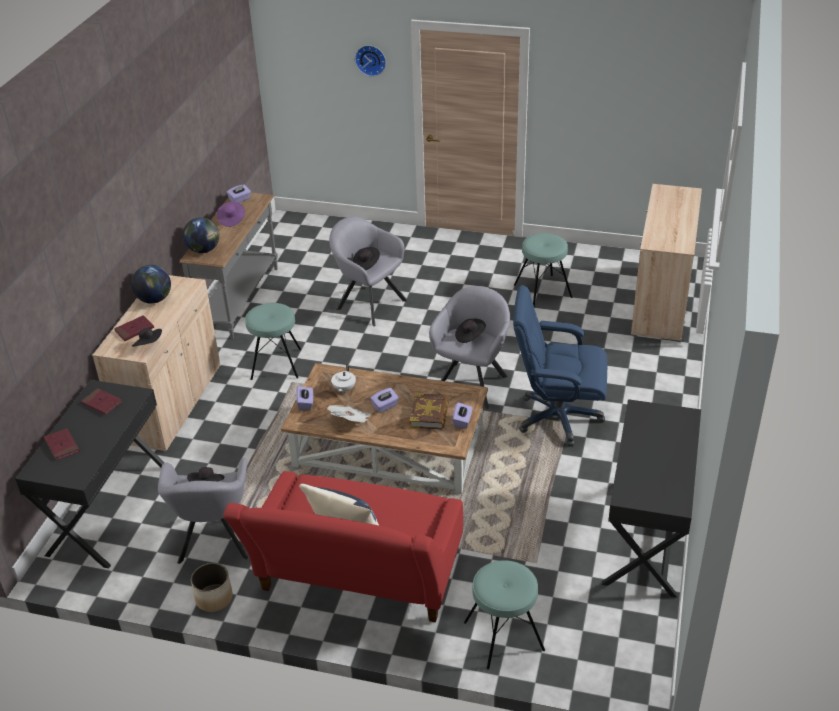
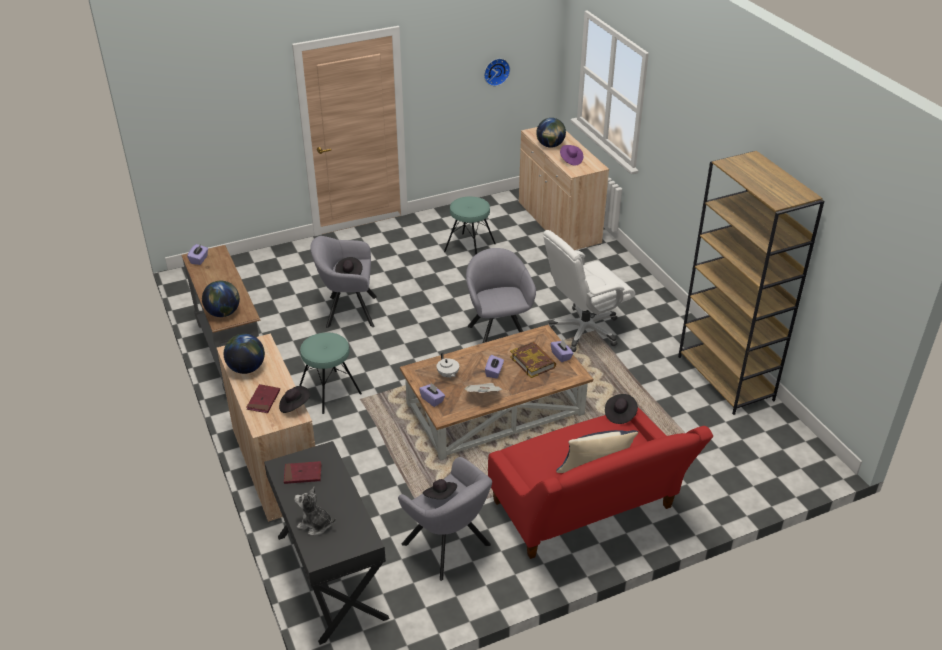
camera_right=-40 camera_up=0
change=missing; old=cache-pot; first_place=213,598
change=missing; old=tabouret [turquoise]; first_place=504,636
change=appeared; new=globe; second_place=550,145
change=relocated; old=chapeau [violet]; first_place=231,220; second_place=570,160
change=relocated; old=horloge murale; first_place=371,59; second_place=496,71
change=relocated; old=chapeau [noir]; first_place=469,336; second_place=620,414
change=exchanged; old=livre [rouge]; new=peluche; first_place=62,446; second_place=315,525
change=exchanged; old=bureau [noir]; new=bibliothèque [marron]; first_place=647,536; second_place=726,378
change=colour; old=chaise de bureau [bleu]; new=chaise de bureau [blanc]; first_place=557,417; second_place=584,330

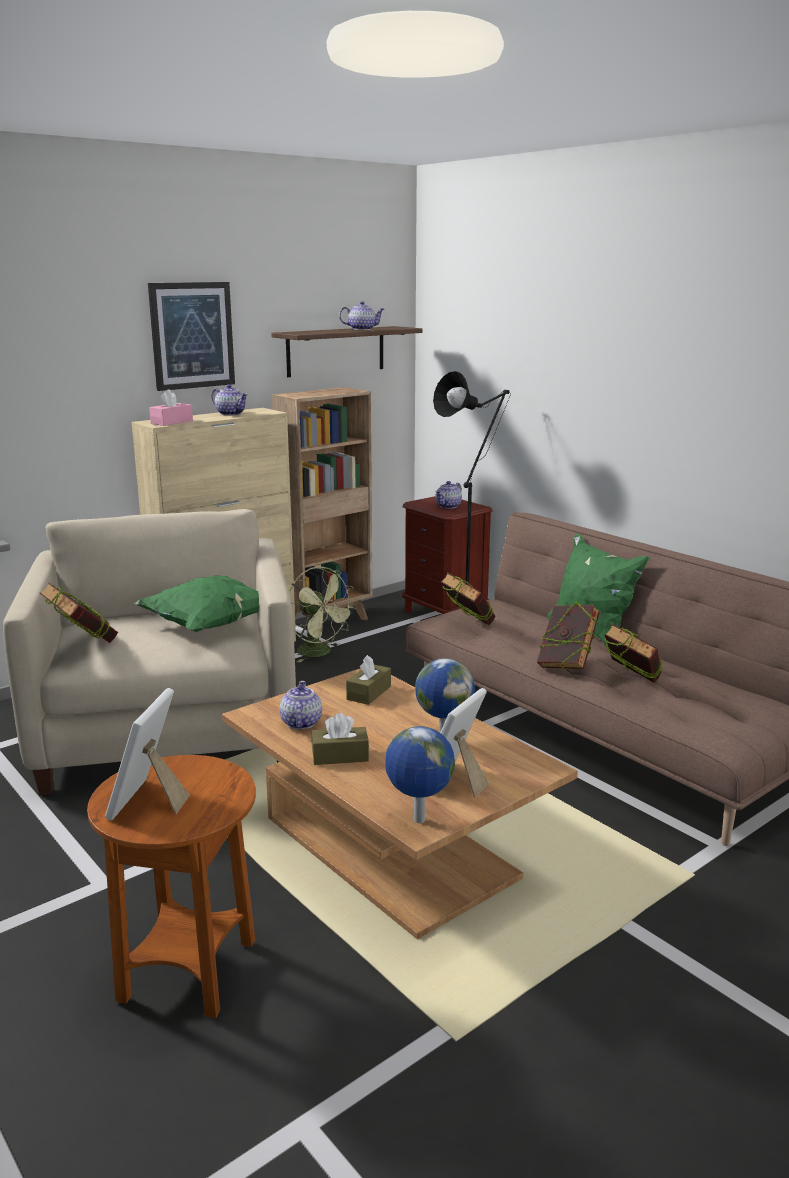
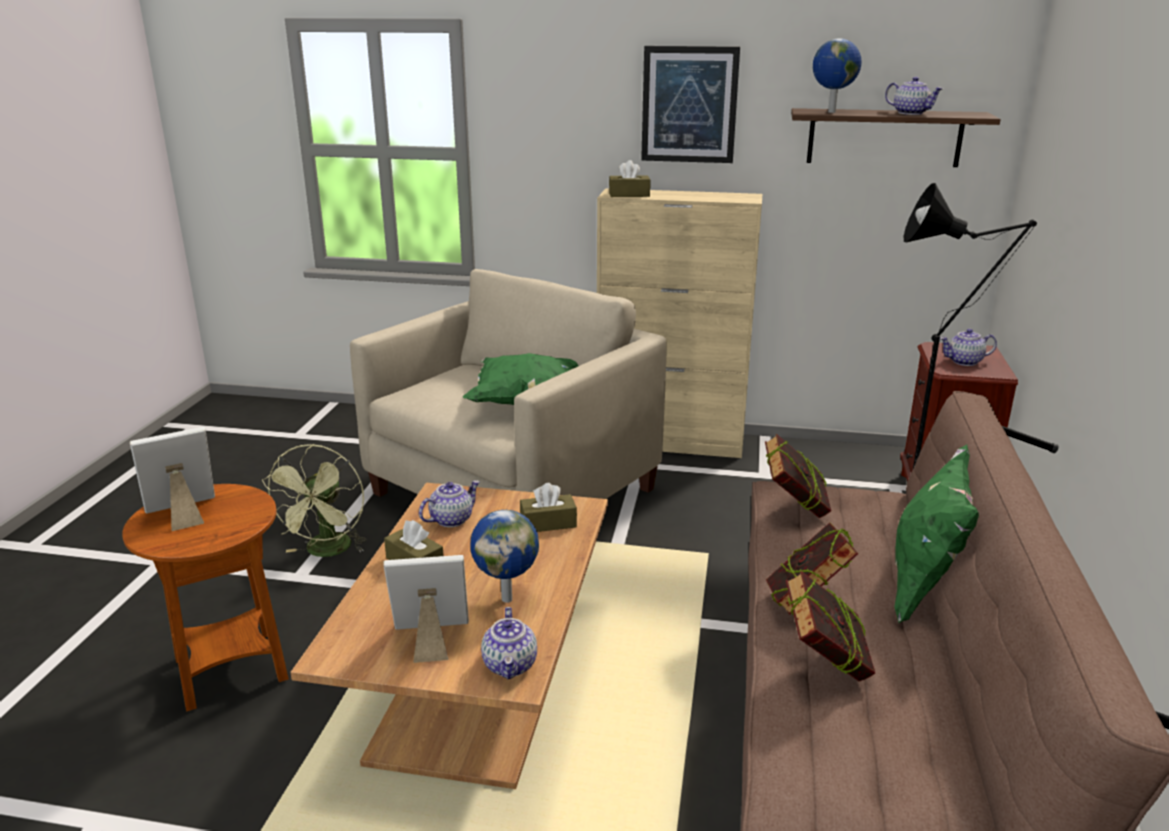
camera_right=50 camera_up=5
change=missing; old=livre; first_place=83,645
change=missing; old=bibliothèque [marron]; first_place=328,621
change=relocated; old=théière; first_place=231,414; second_place=511,665
change=relocated; old=ventilateur [vert]; first_place=320,653; second_place=327,552
change=relocated; old=globe; first_place=418,820; second_place=830,112
change=colour; old=boîte à mouchoirs [rose]; new=boîte à mouchoirs [marron]; first_place=172,422; second_place=629,195

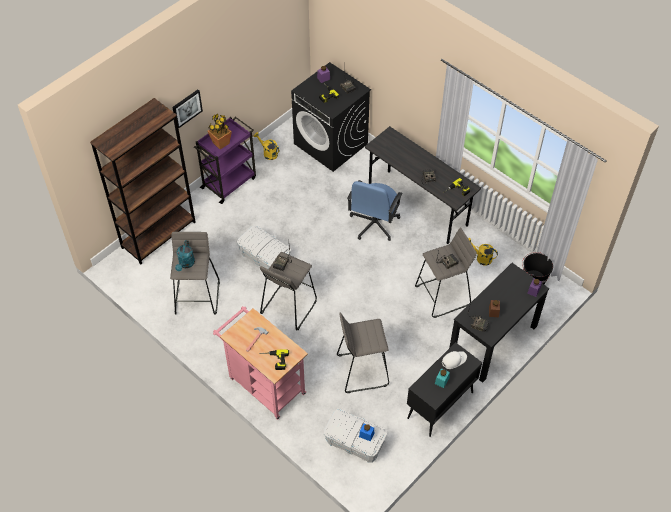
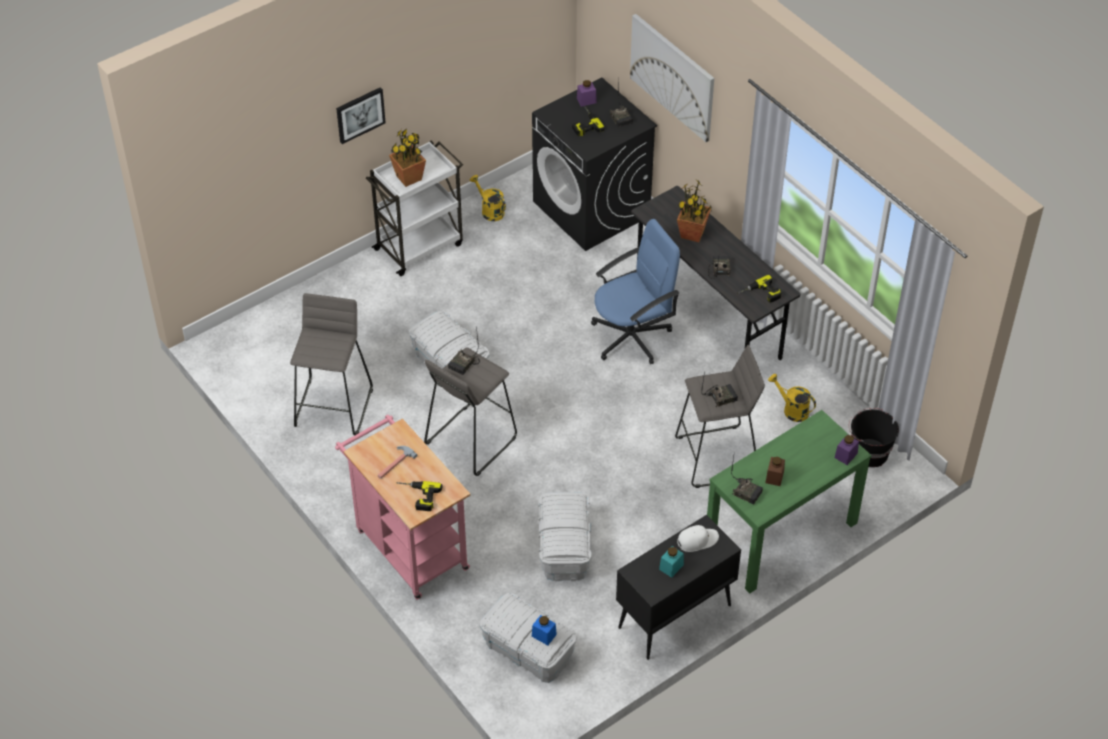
camera_right=10 camera_up=-5
change=missing; old=bibliothèque [marron]; first_place=158,234
change=missing; old=arrosoir [turquoise]; first_place=186,264
change=appeared; new=tableau; second_place=672,77
change=appeared; new=plante en pot; second_place=693,233
change=exchanged; old=tabouret [gris]; new=boîte de rangement [blanc]; first_place=362,370; second_place=564,548
change=colour; old=chariot [violet]; new=chariot [blanc]; first_place=229,182; second_place=420,246
change=colour; old=table console [noir]; new=table console [vert]; first_place=492,341; second_place=780,535
change=spun; old=chaise de bureau [bleu]; first_place=374,224; second_place=632,336; degrees=-150

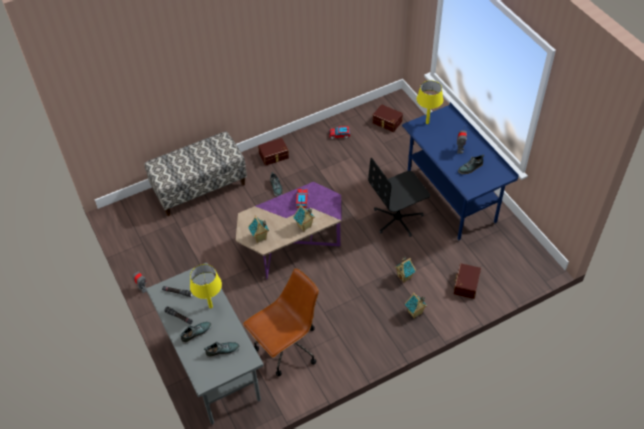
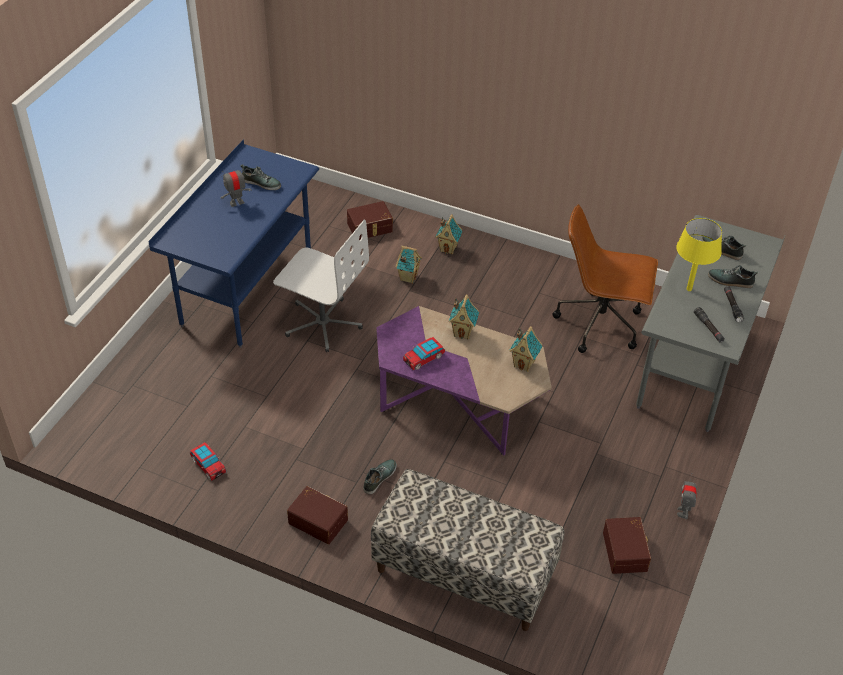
camera_right=-130 camera_up=-5
change=missing; old=lampe de table [jaune]; first_place=427,122
change=relocated; old=boîte de rangement [marron]; first_place=387,122; second_place=626,551
change=colour; old=chaise de bureau [noir]; new=chaise de bureau [blanc]; first_place=398,219; second_place=323,323

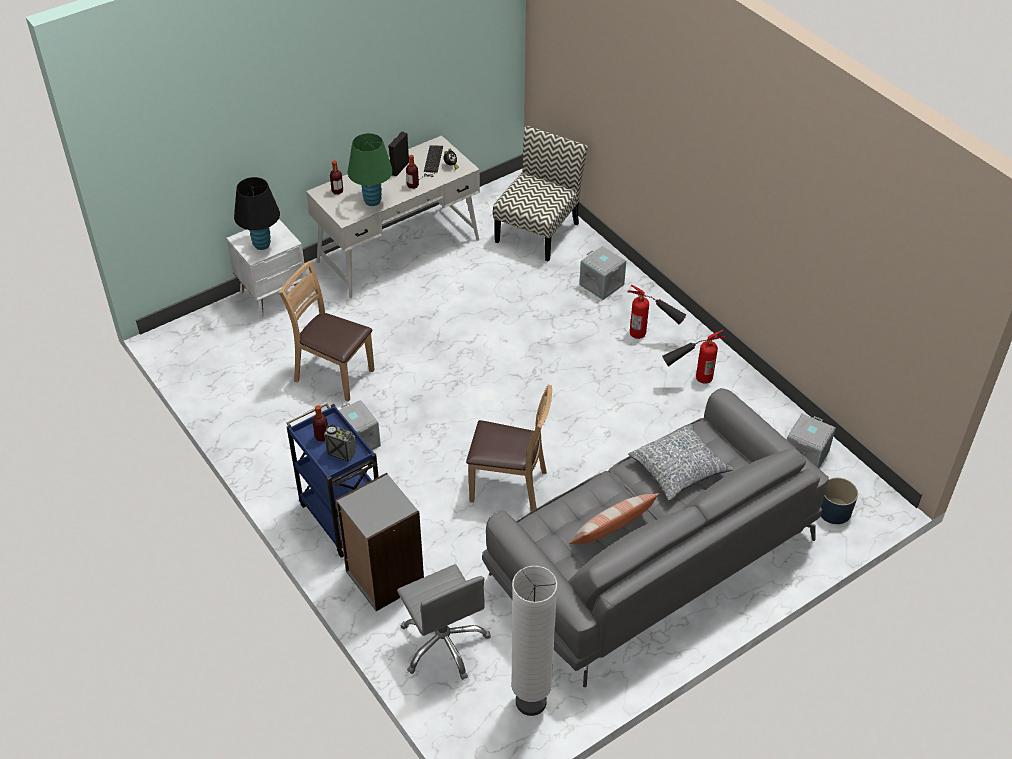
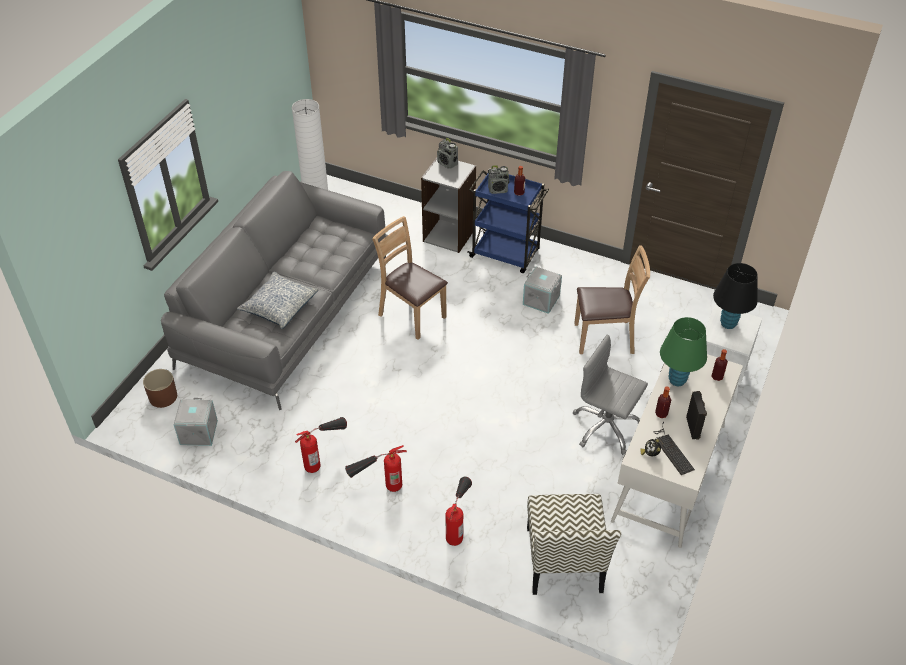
camera_right=150 camera_up=0
change=missing; old=coussin; first_place=612,530
change=appeared; new=radio; second_place=447,163
change=relocated; old=chaise de bureau [gris]; first_place=444,643; second_place=606,427
change=exchanged; old=boîte de rangement [gris]; new=extincteur; first_place=602,284; second_place=458,525
change=colour; old=cache-pot [bleu]; new=cache-pot [marron]; first_place=834,511; second_place=163,396
change=spun; old=chaise [marron]; first_place=509,487; second_place=412,315; degrees=60

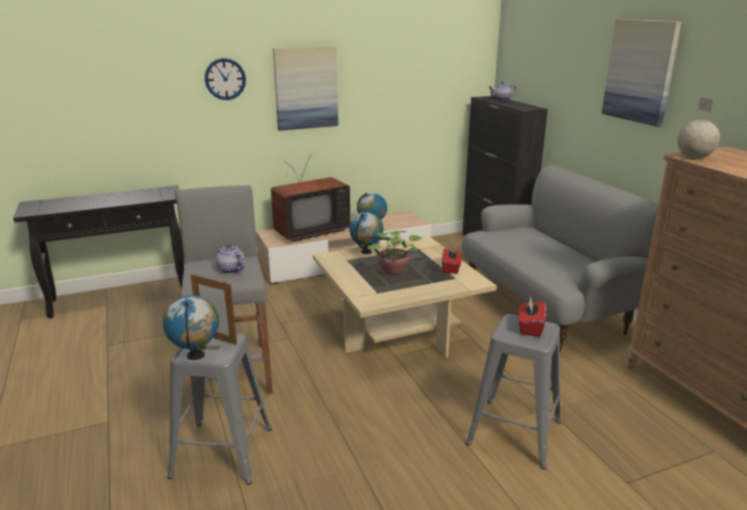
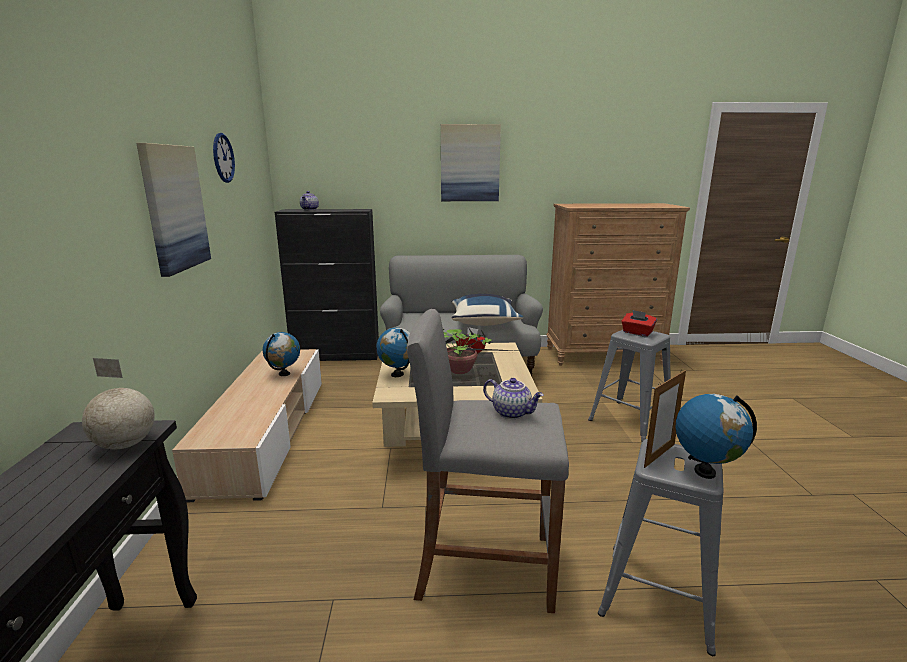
camera_right=-70 camera_up=-5
change=missing; old=téléviseur; first_place=309,231
change=appeared; new=coussin [bleu]; second_place=484,322
change=relocated; old=horloge murale; first_place=225,79; second_place=223,158
change=relocated; old=globe; first_place=694,157; second_place=125,445
change=spun; old=théière; first_place=230,270; second_place=512,413; degrees=-120

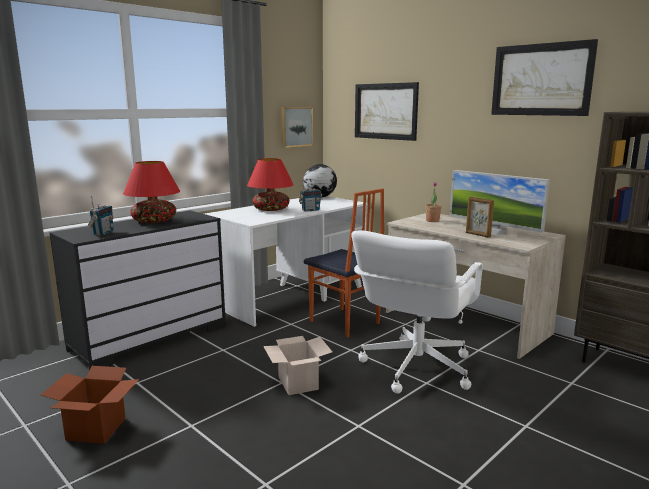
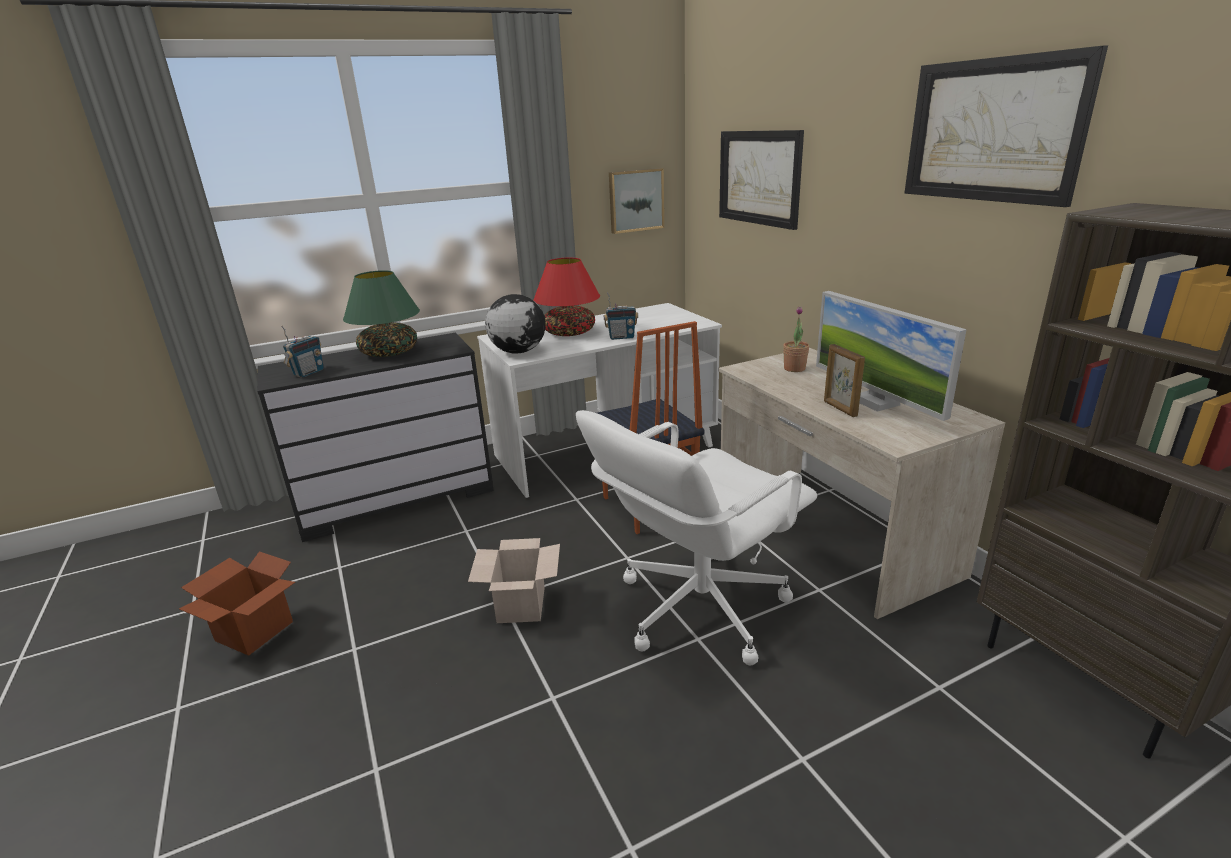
camera_right=20 camera_up=10
change=relocated; old=globe; first_place=319,197; second_place=518,352
change=colour; old=lampe de table [rouge]; new=lampe de table [vert]; first_place=154,221; second_place=389,353

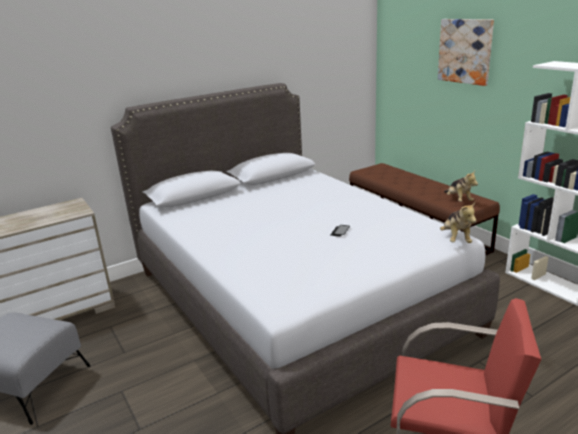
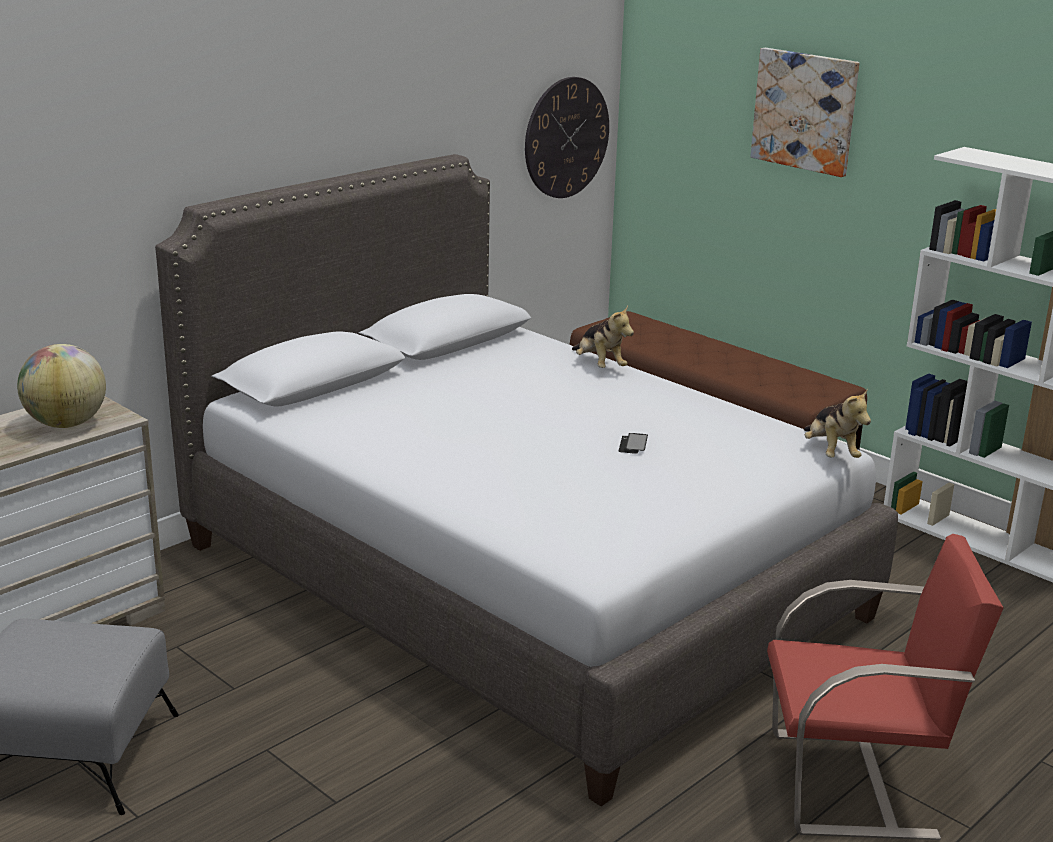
camera_right=-15 camera_up=0
change=appeared; new=globe; second_place=66,424
change=appeared; new=horloge murale; second_place=566,137
change=relocated; old=peluche; first_place=458,200; second_place=599,365

